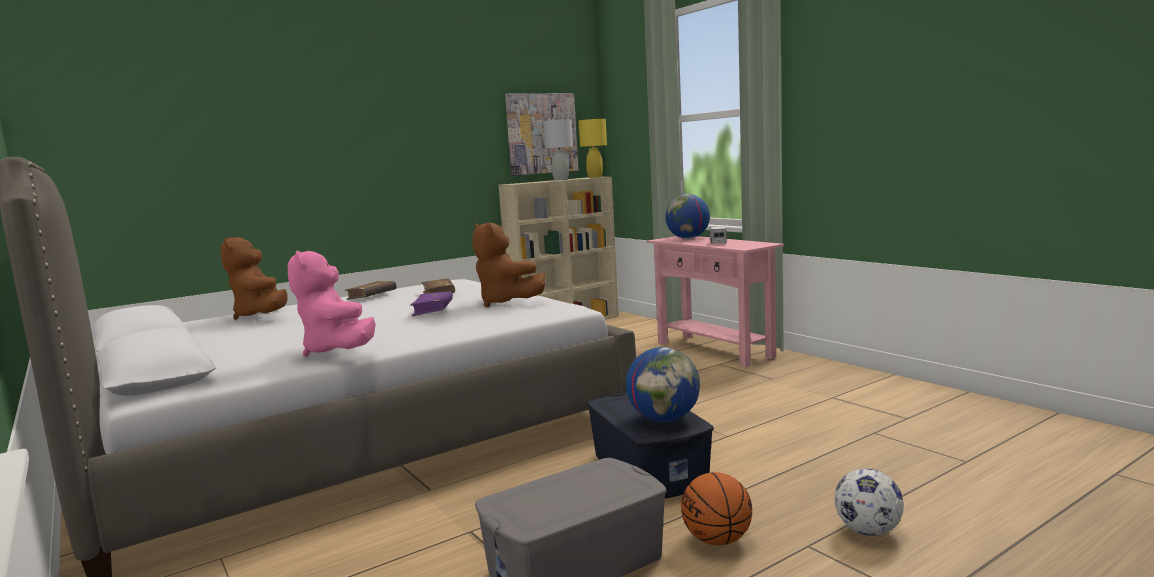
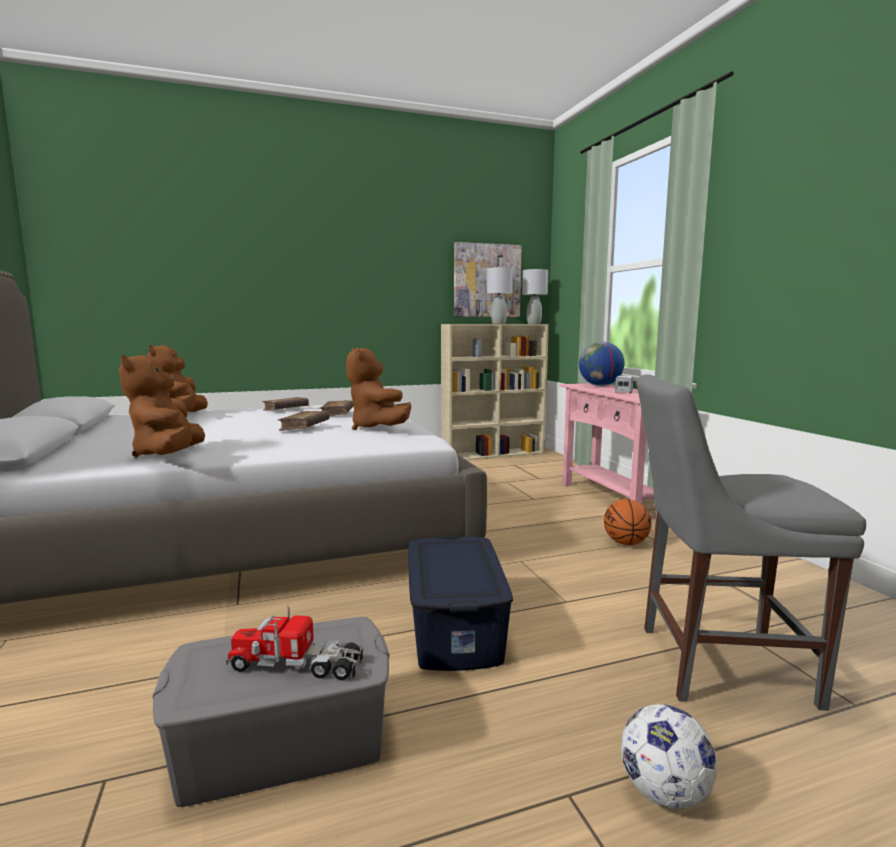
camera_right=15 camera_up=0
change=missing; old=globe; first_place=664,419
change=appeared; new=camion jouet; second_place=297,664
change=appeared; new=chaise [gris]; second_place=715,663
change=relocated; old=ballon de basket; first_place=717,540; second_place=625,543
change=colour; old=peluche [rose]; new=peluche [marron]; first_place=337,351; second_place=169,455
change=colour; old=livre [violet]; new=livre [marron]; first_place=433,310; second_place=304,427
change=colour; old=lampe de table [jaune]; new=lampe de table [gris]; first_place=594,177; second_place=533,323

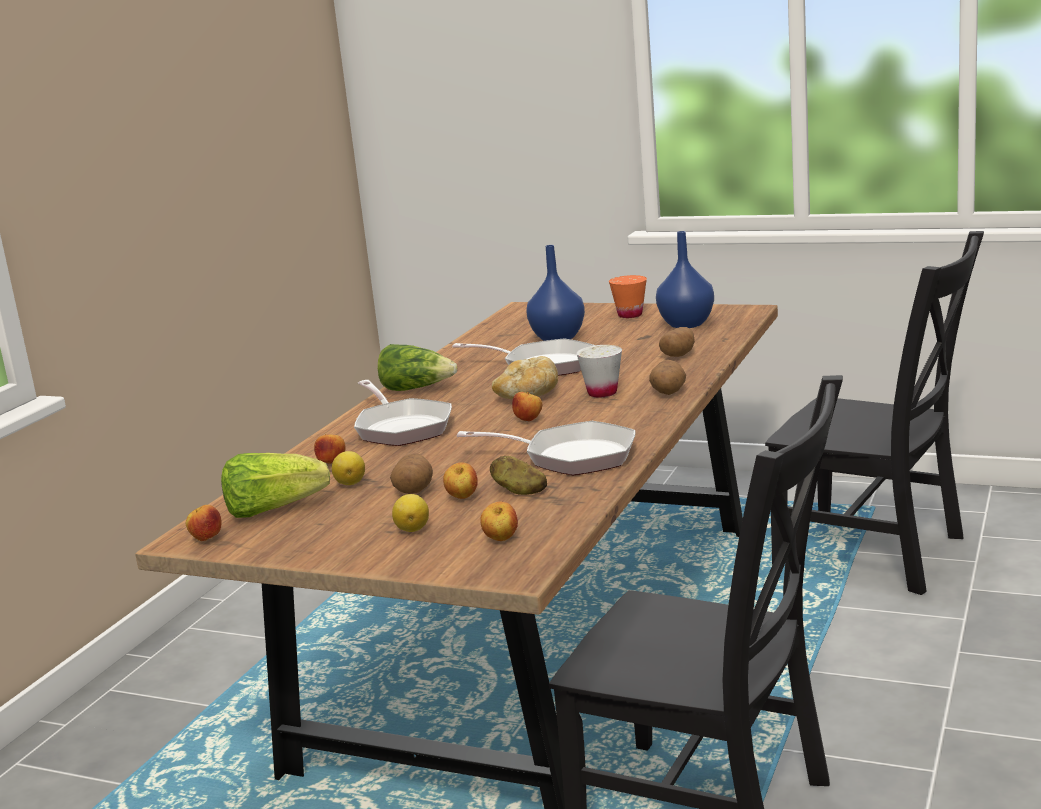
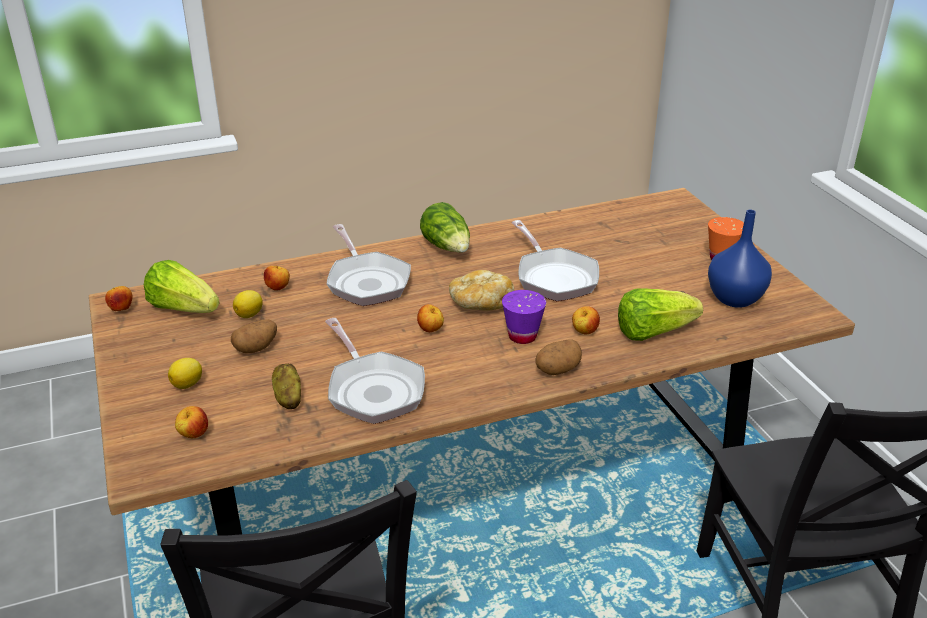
camera_right=45 camera_up=15
change=missing; old=vase [bleu]; first_place=557,338
change=relocated; old=pomme; first_place=462,497; second_place=584,332
change=exchanged; old=pomme de terre; new=laitue; first_place=678,355; second_place=652,332
change=colour; old=tasse [blanc]; new=tasse [violet]; first_place=602,393; second_place=522,336
change=spun; old=poêle; first_place=401,427; second_place=367,281; degrees=-45

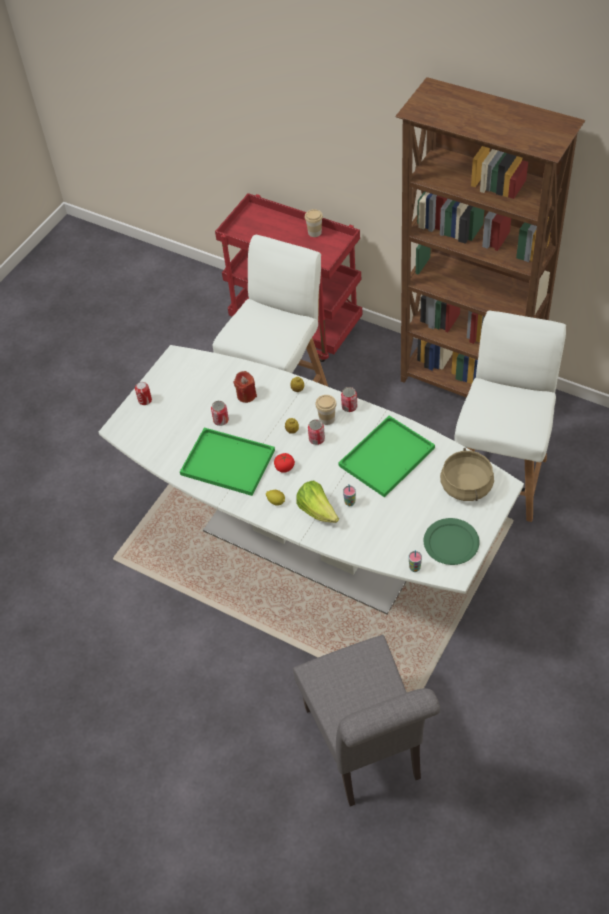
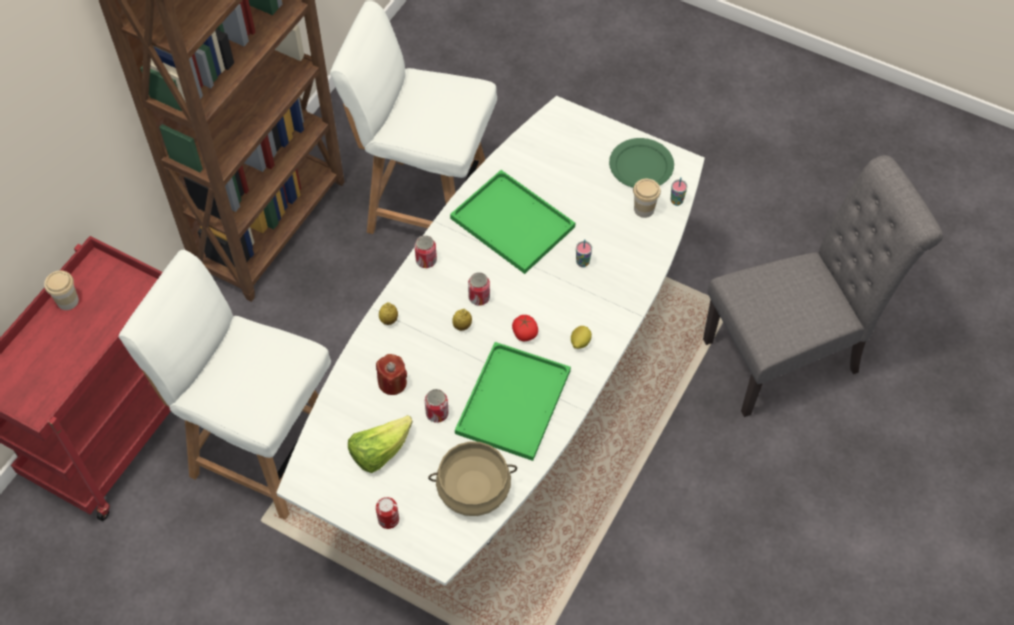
camera_right=-95 camera_up=5
change=relocated; old=laitue; first_place=317,511; second_place=379,452
change=relocated; old=tasse; first_place=327,418; second_place=644,209
change=relocated; old=marmite [beige]; first_place=467,486; second_place=474,488

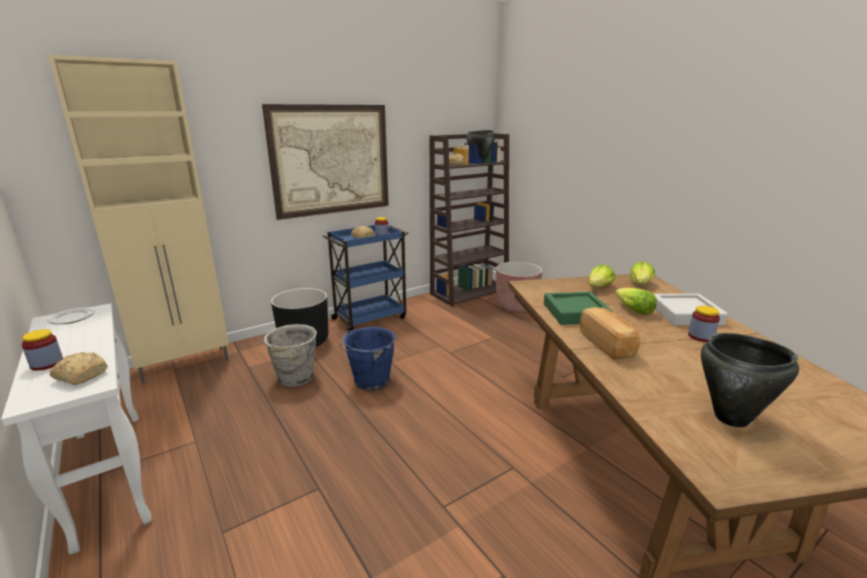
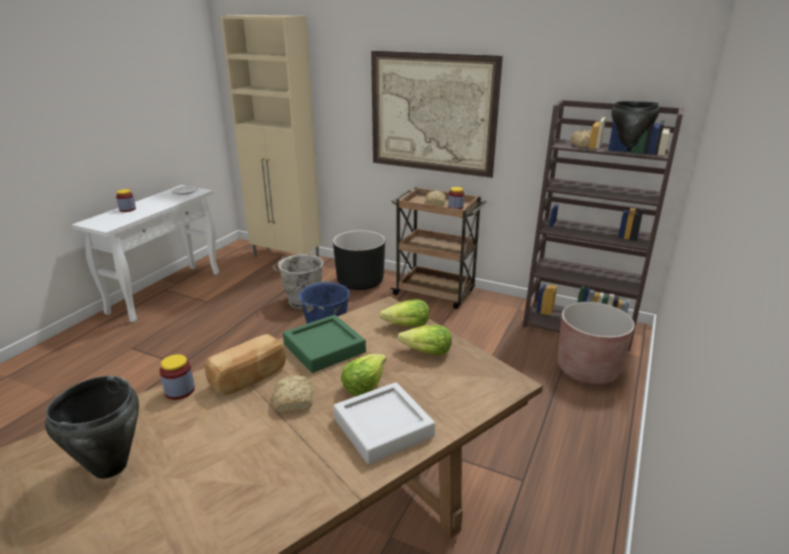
camera_right=60 camera_up=5
change=relocated; old=pain; first_place=81,375; second_place=294,400
change=relocated; old=laitue; first_place=640,284; second_place=407,326
change=relocated; old=bocal; first_place=701,336; second_place=180,391
change=colour; old=chariot [bleu]; new=chariot [marron]; first_place=370,318; second_place=435,293

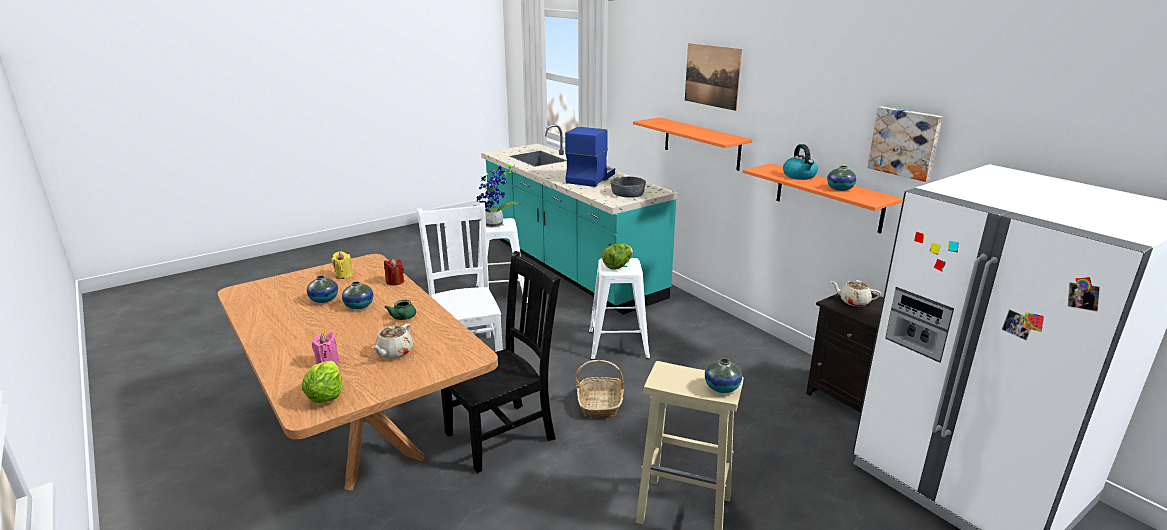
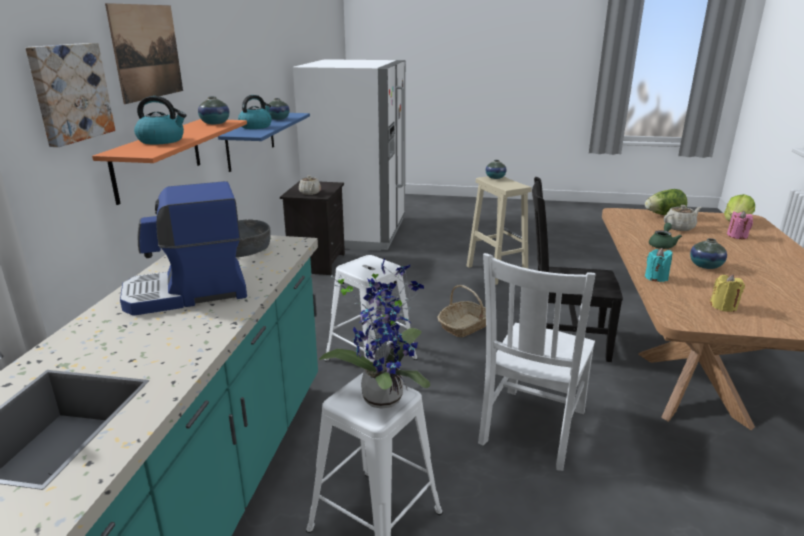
camera_right=-135 camera_up=0
change=appeared; new=bouilloire; second_place=162,140
change=relocated; old=vase; first_place=324,300; second_place=215,123
change=relocated; old=laitue; first_place=618,266; second_place=664,215
change=relocated; old=tableau; first_place=905,142; second_place=69,92
change=colour; old=bougie [rouge]; new=bougie [turquoise]; first_place=395,282; second_place=656,278
change=colour; old=étagère [orange]; new=étagère [bleu]; first_place=828,197; second_place=251,140

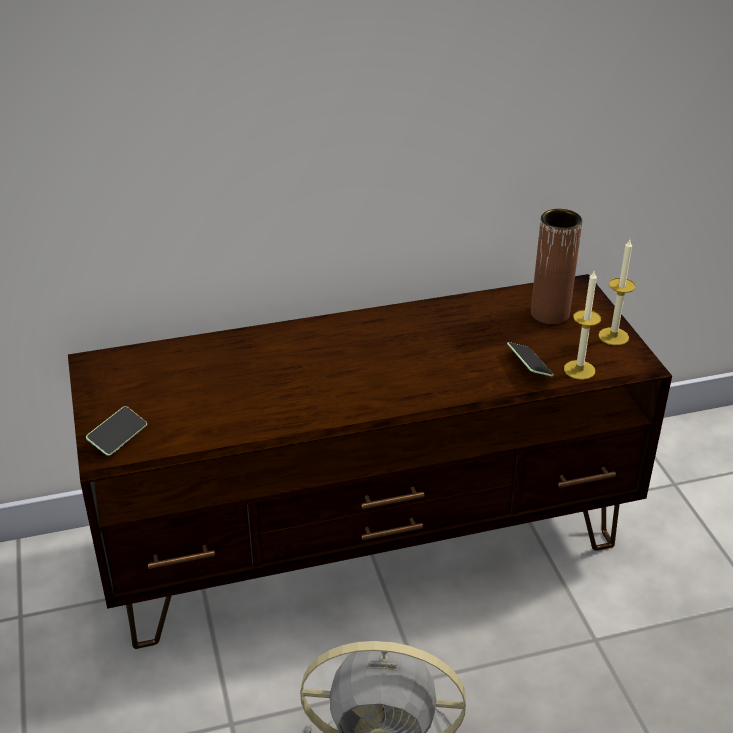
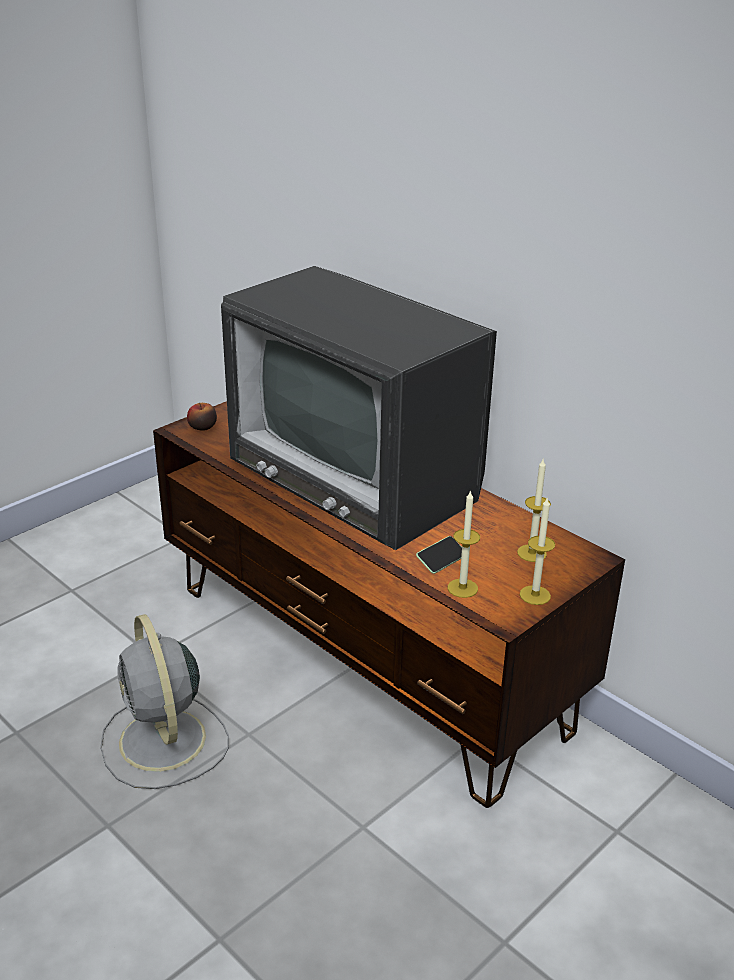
camera_right=60 camera_up=-5
change=appeared; new=téléviseur; second_place=359,477
change=exchanged; old=téléphone; new=pomme; first_place=118,438; second_place=202,427
change=exchanged; old=vase [marron]; new=bougie; first_place=550,314; second_place=531,553

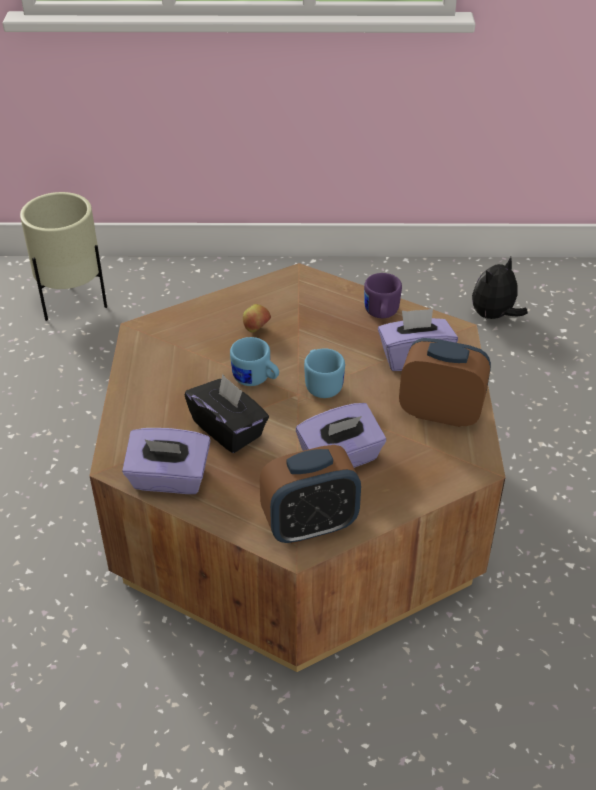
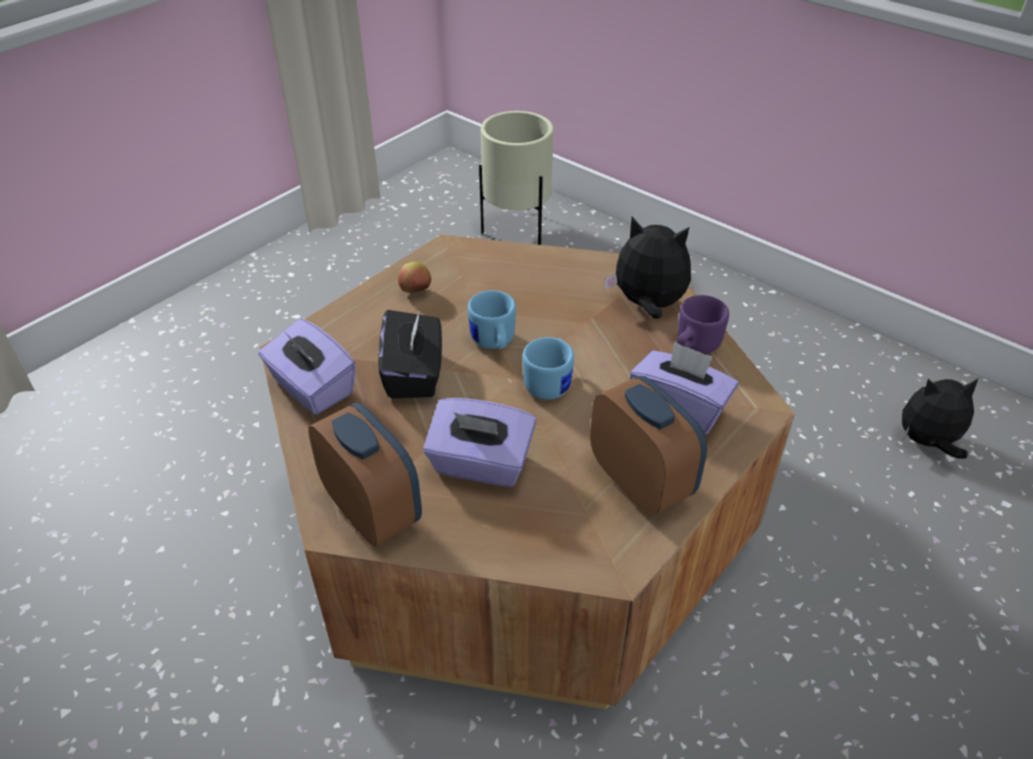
camera_right=40 camera_up=0
change=appeared; new=peluche; second_place=647,305
change=relocated; old=pomme; first_place=256,329; second_place=415,292
change=spun; old=réveil; first_place=310,525; second_place=372,511; degrees=-150

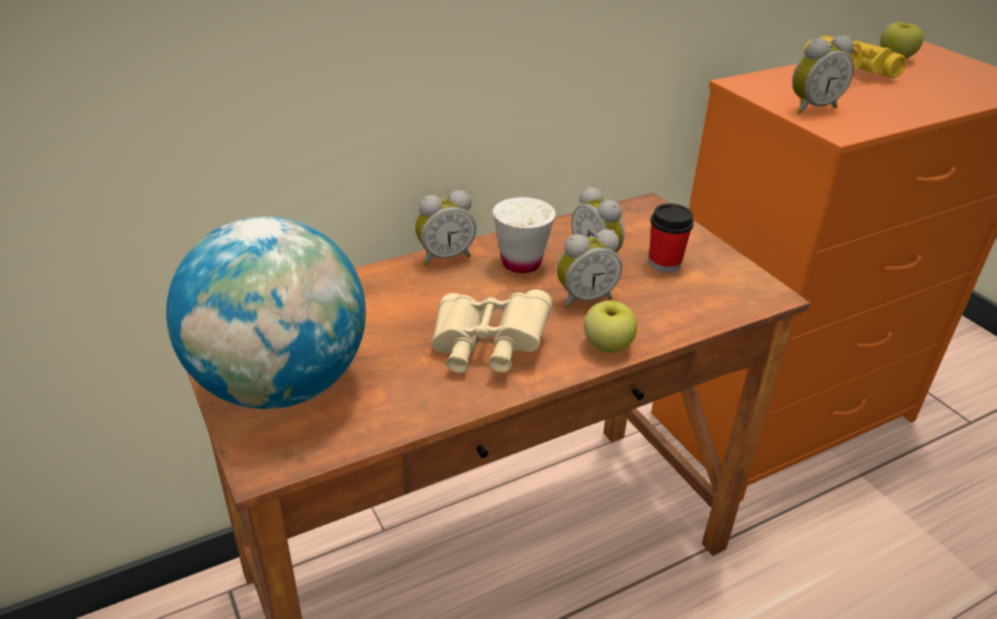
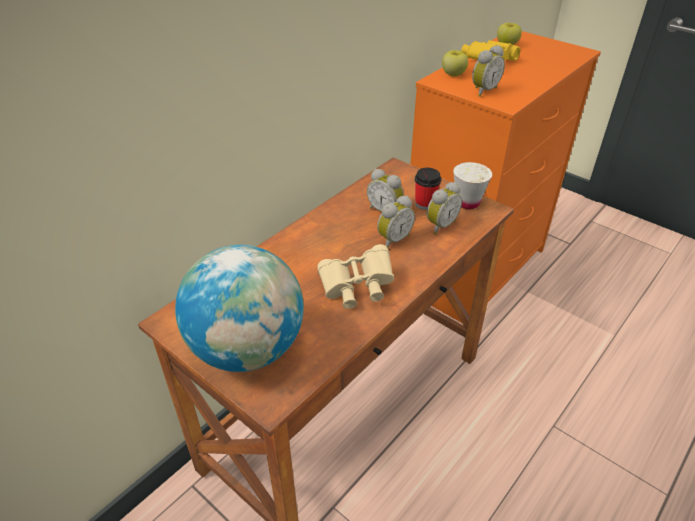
camera_right=-20 camera_up=5
change=relocated; old=réveil; first_place=444,257; second_place=440,225
change=relocated; old=tasse [blanc]; first_place=521,263; second_place=467,202
change=relocated; old=pomme; first_place=607,345; second_place=453,74

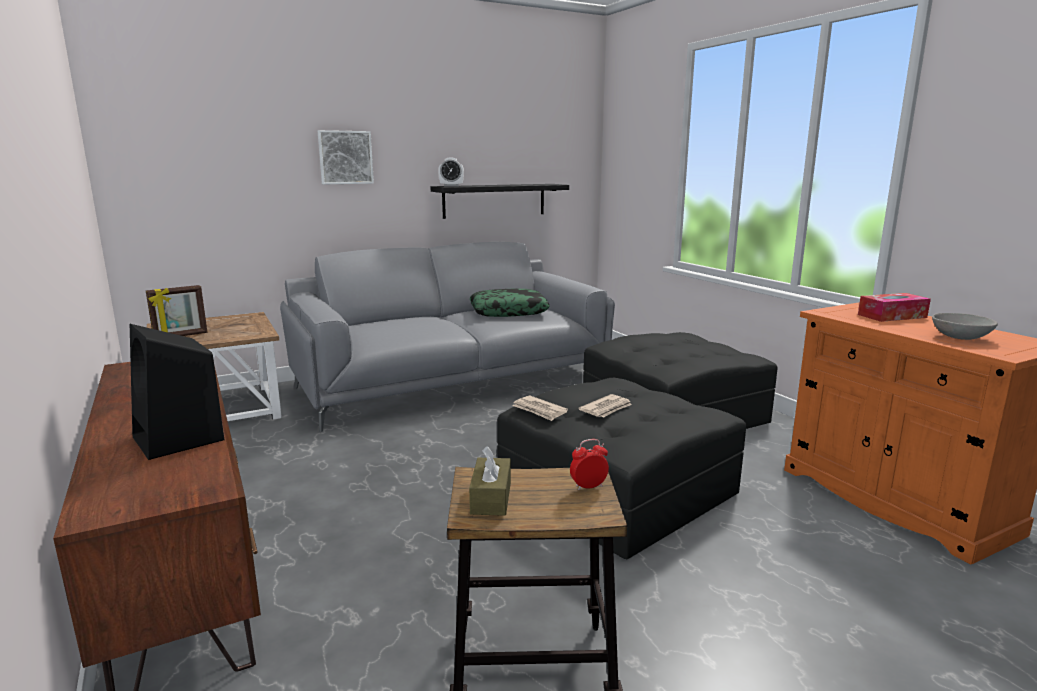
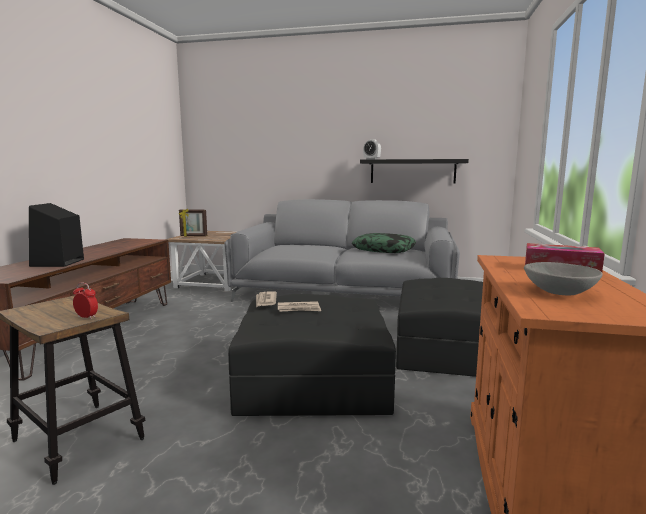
camera_right=40 camera_up=-5
change=missing; old=tableau; first_place=345,157
change=missing; old=boîte à mouchoirs [marron]; first_place=491,498

